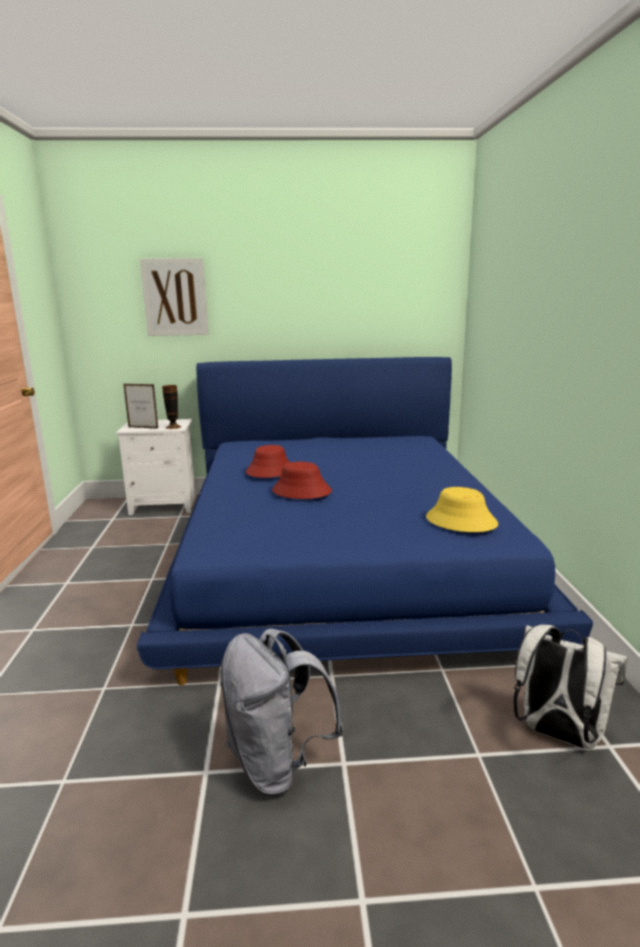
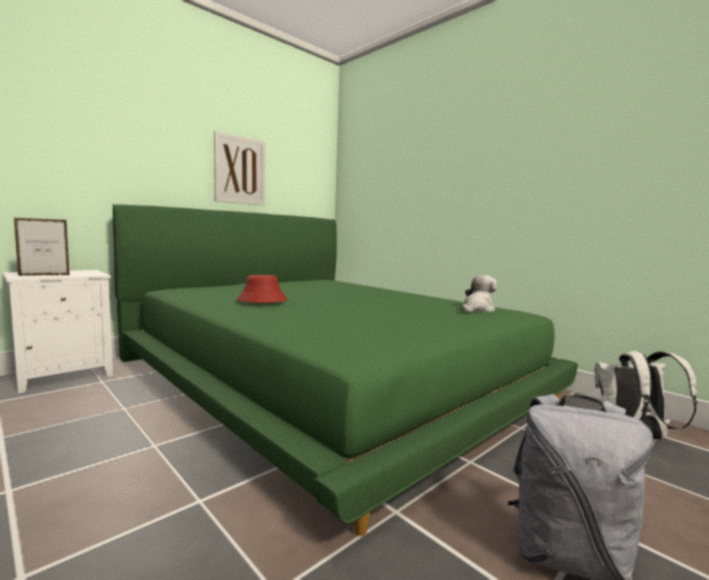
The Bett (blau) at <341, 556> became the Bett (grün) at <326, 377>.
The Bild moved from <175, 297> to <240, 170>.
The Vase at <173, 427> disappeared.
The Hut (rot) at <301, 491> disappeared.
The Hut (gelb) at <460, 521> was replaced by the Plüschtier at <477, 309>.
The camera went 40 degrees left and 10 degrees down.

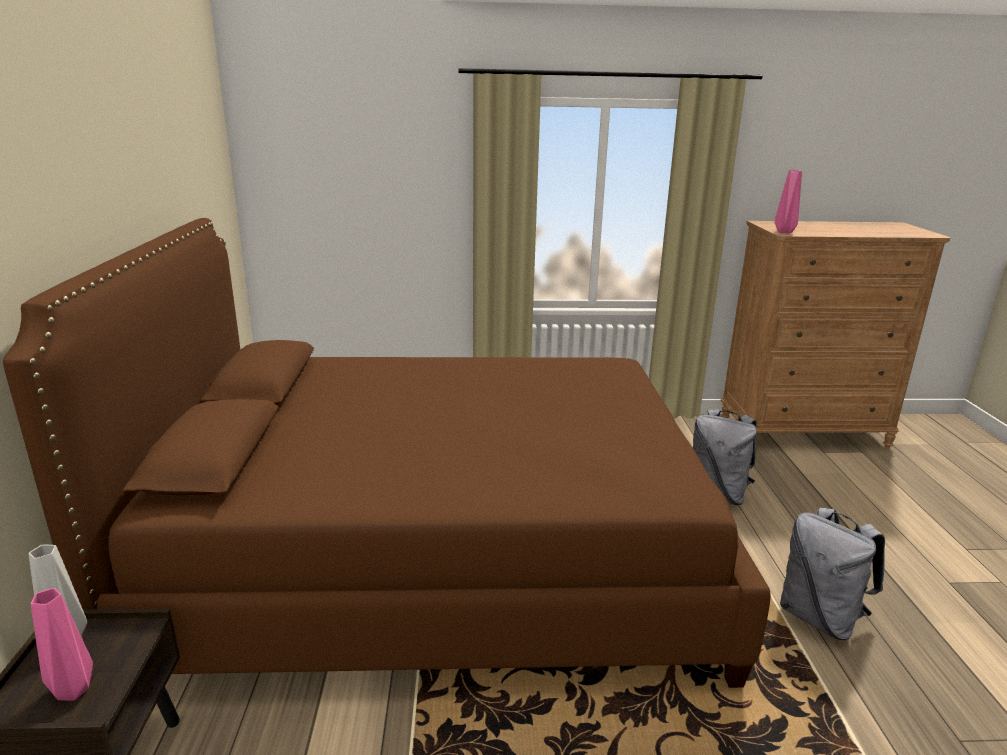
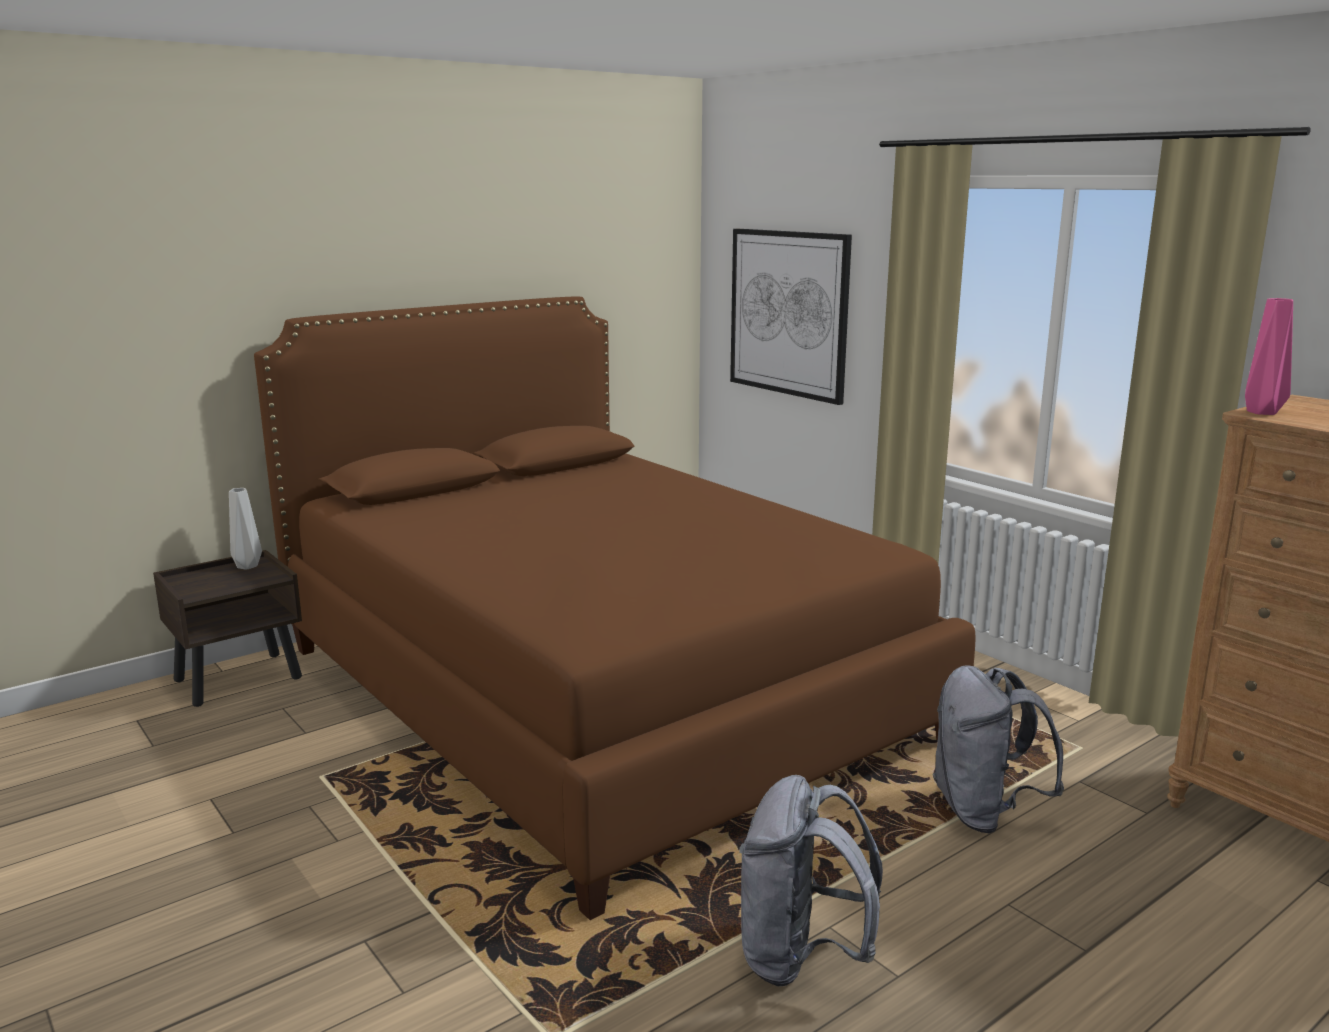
The Vase (rosa) at <74, 691> disappeared.
The Bild at <788, 313> appeared.
The camera went 55 degrees right and 5 degrees down.

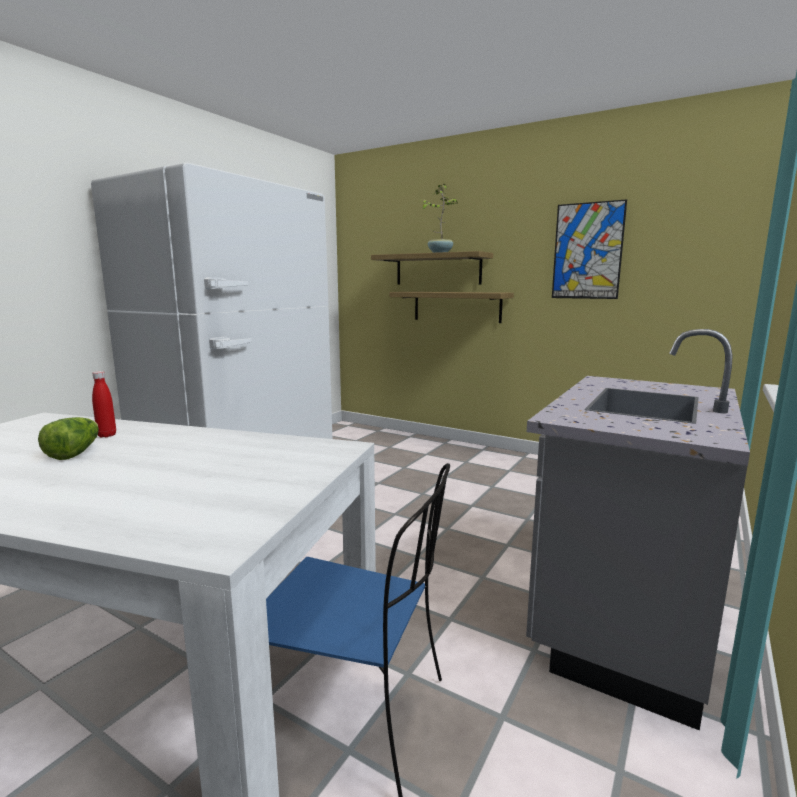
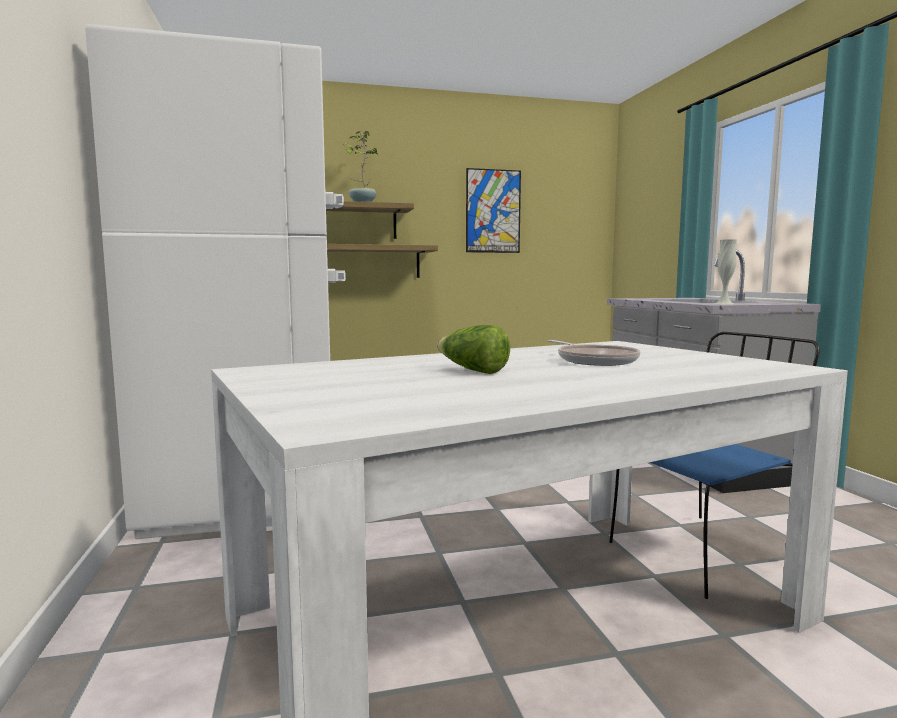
The Flasche (rot) at <107, 435> disappeared.
The Pfanne at <594, 360> appeared.
The Vase (weiß) at <724, 304> appeared.
The camera went 45 degrees left and 5 degrees down.

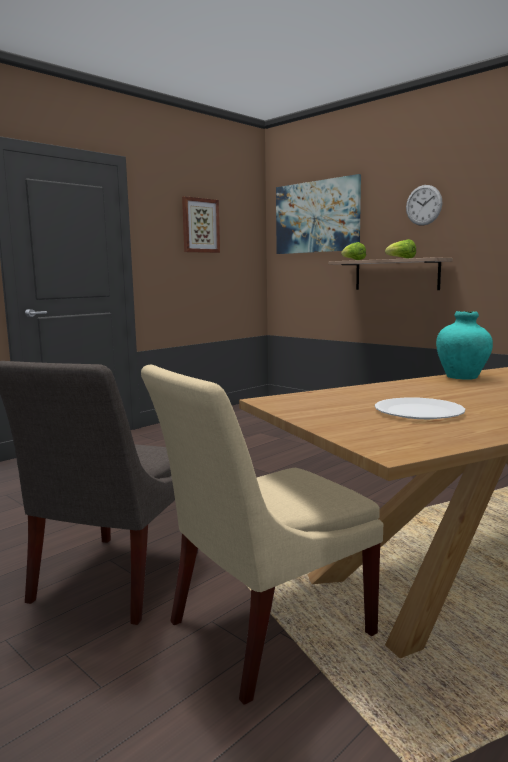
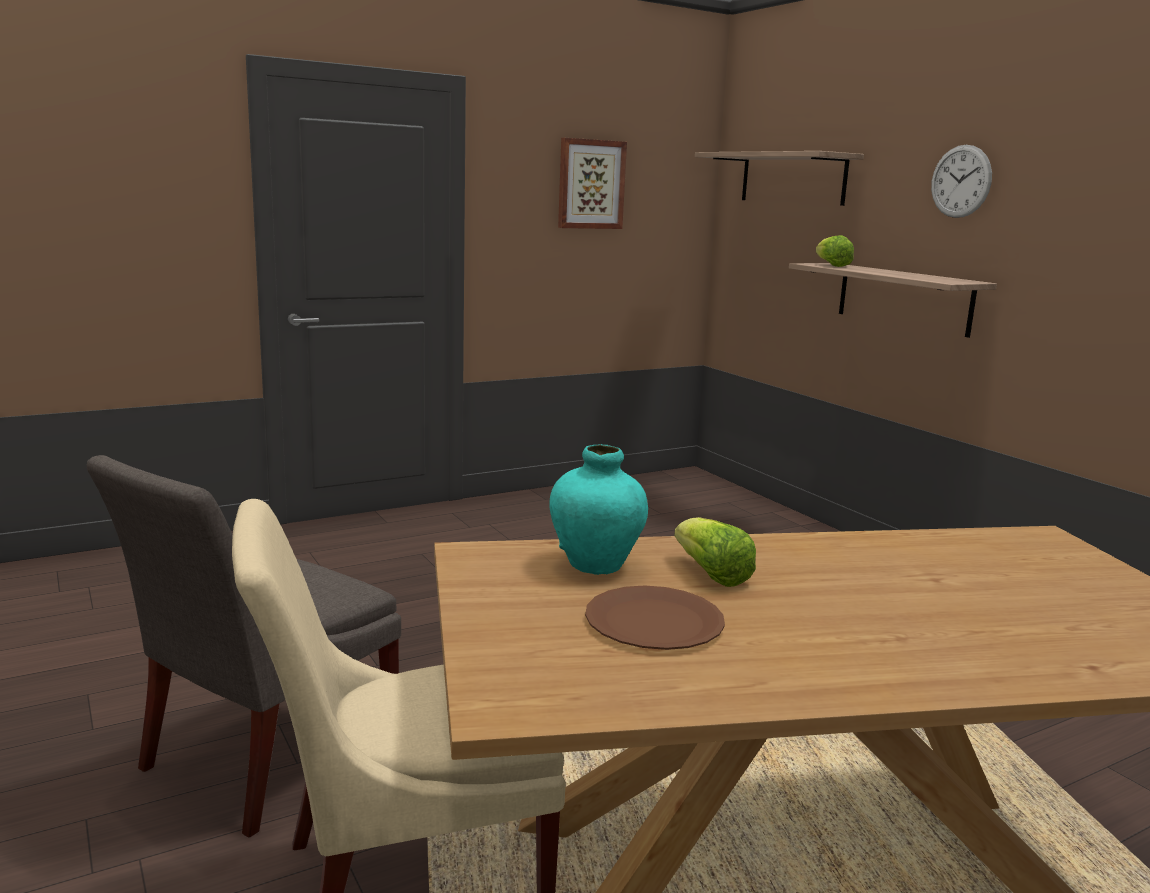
The Bild at <317, 217> was replaced by the Wandregal at <792, 178>.
The Teller (weiß) at <418, 411> became the Teller (braun) at <654, 621>.
The Salatkopf moved from <401, 258> to <711, 574>.
The Vase (türkis) moved from <462, 377> to <595, 565>.
The camera went 15 degrees right and 5 degrees up.

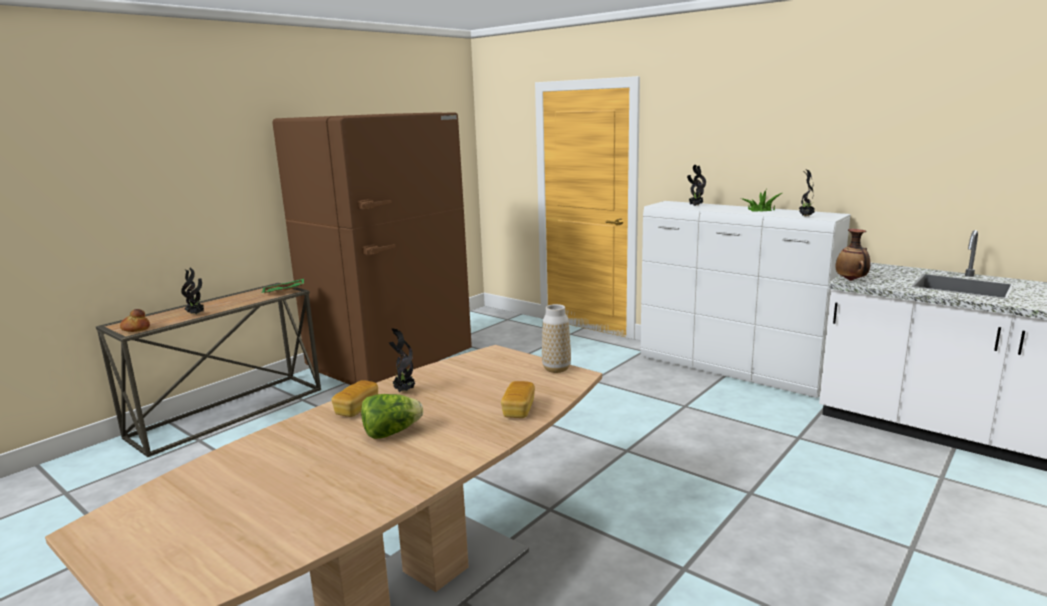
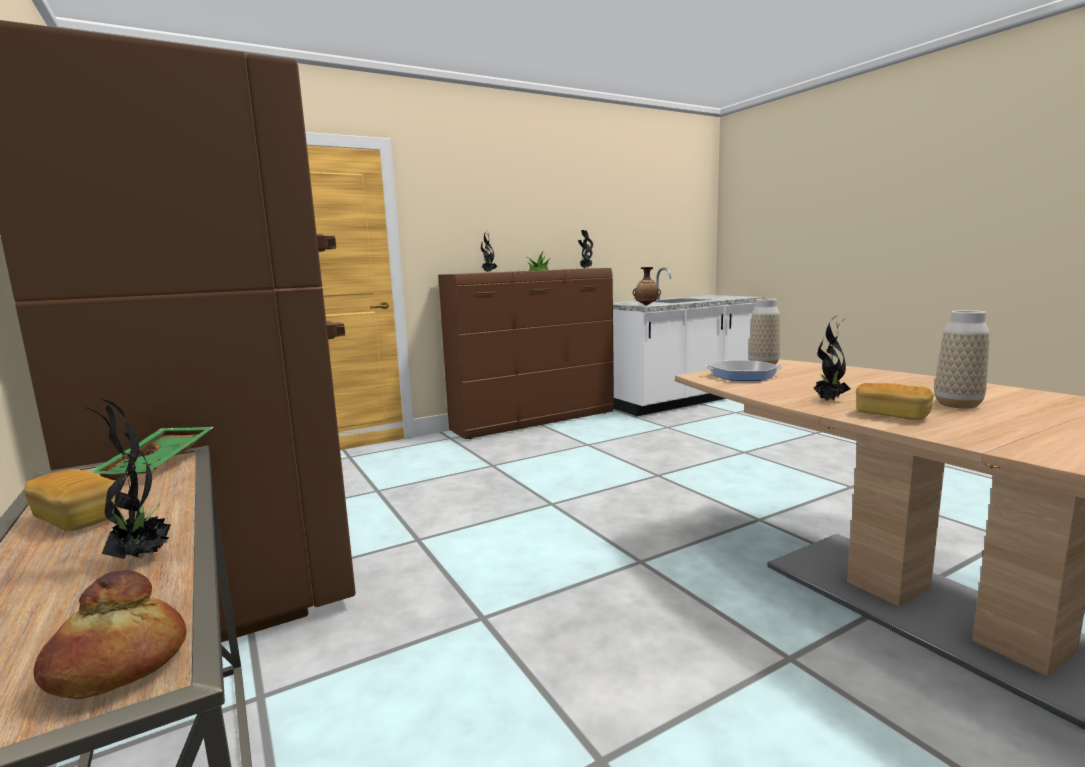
The Salatkopf at <391, 433> was replaced by the Vase at <957, 405>.
The Brot moved from <518, 410> to <77, 519>.
The Kommode (weiß) at <730, 371> became the Kommode (braun) at <536, 422>.
The Pfanne at <743, 376> appeared.
The camera went 70 degrees left and 5 degrees down.

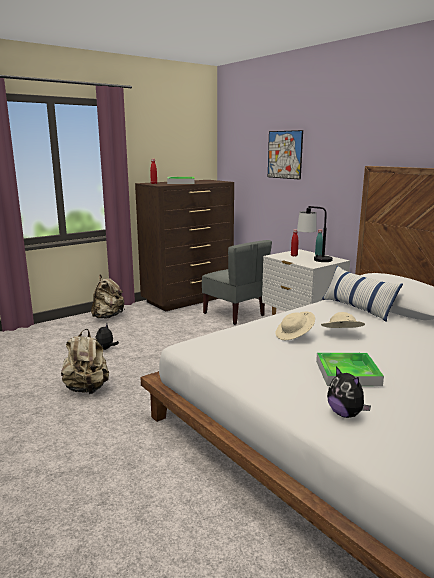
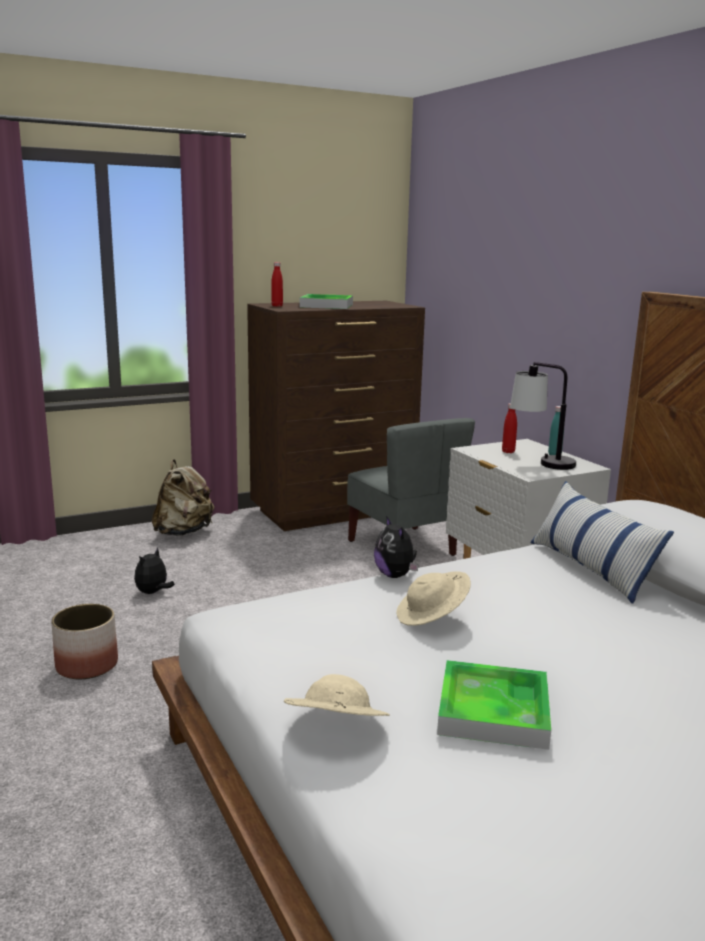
The Rucksack (beige) at <87, 389> was replaced by the Pflanzkübel at <88, 665>.
The Bild at <284, 154> disappeared.
The Hut (beige) moved from <341, 334> to <335, 729>.
The Plüschtier moved from <345, 414> to <395, 575>.
The camera went 10 degrees right and 0 degrees up.

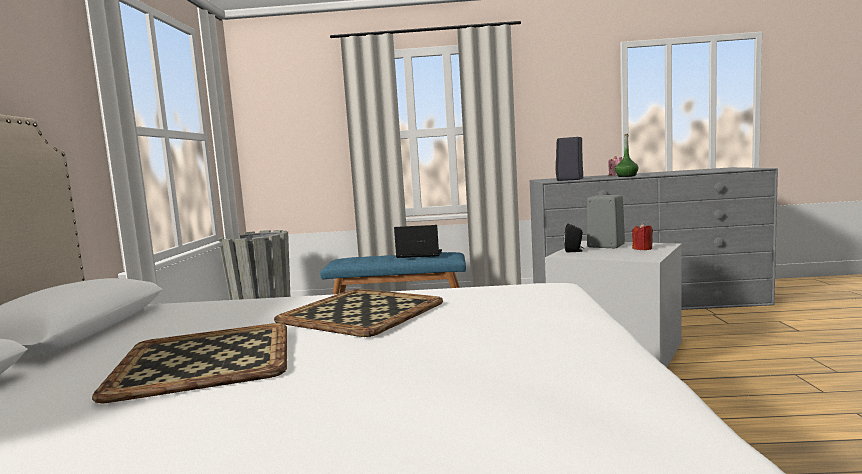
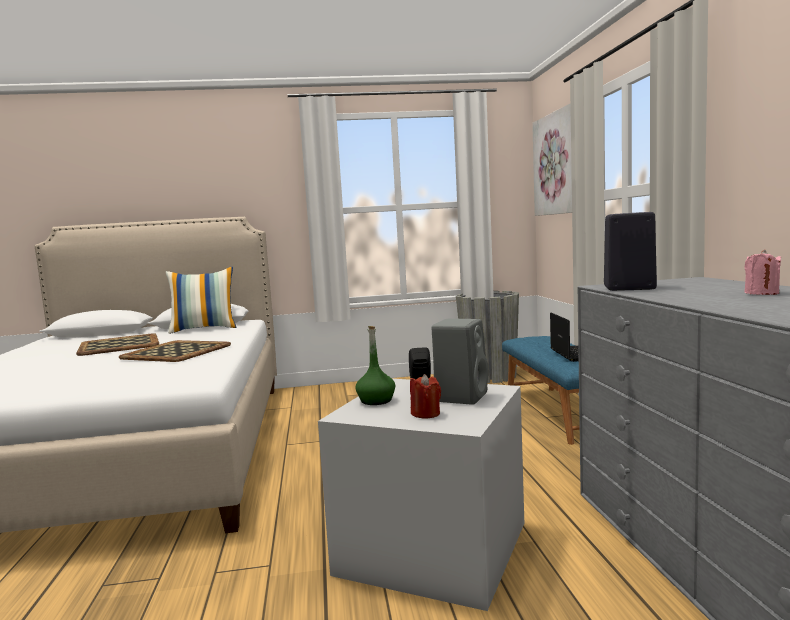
The Flasche (grün) moved from <626, 176> to <376, 401>.
The Kissen at <204, 329> appeared.
The Bild at <557, 164> appeared.
The camera went 80 degrees right and 0 degrees up.

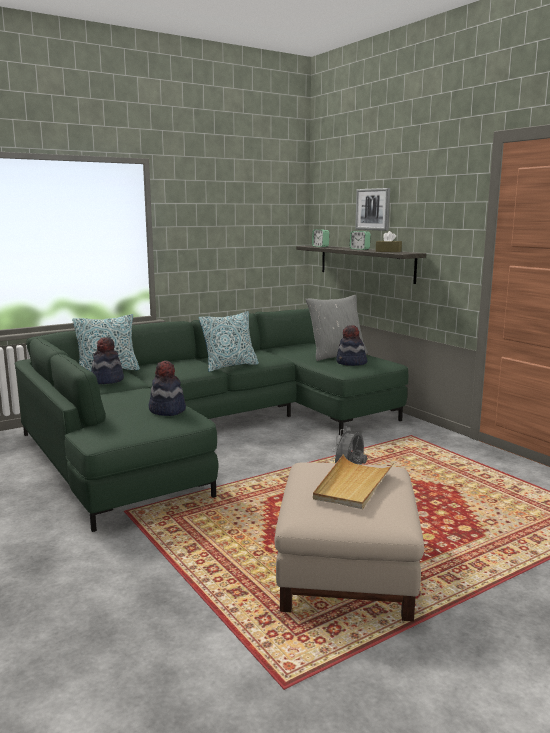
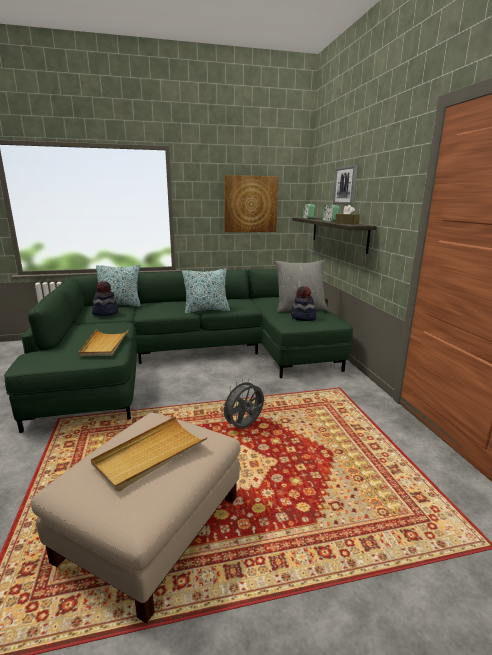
The Hut at <167, 410> was replaced by the Tablett (beige) at <105, 344>.
The Bild at <250, 204> appeared.
The camera went 20 degrees right and 5 degrees up.

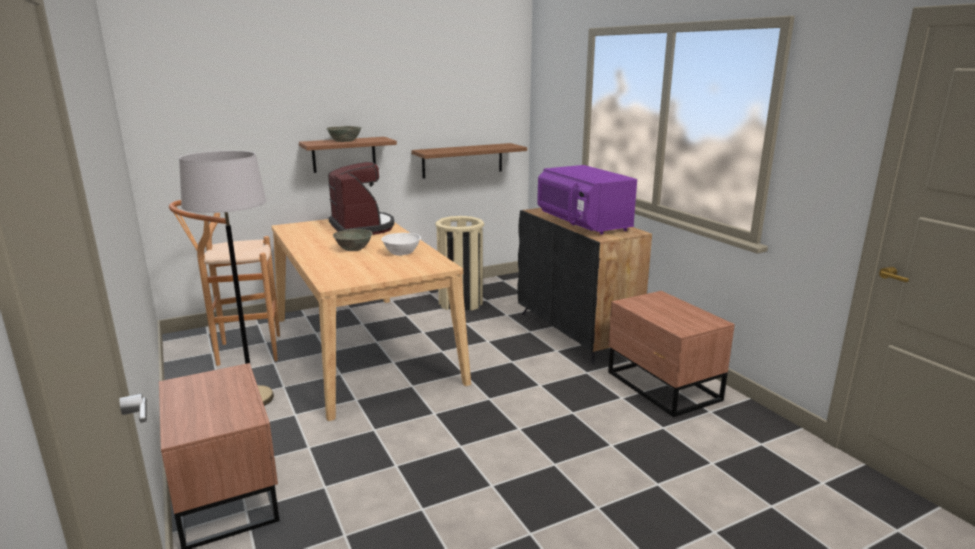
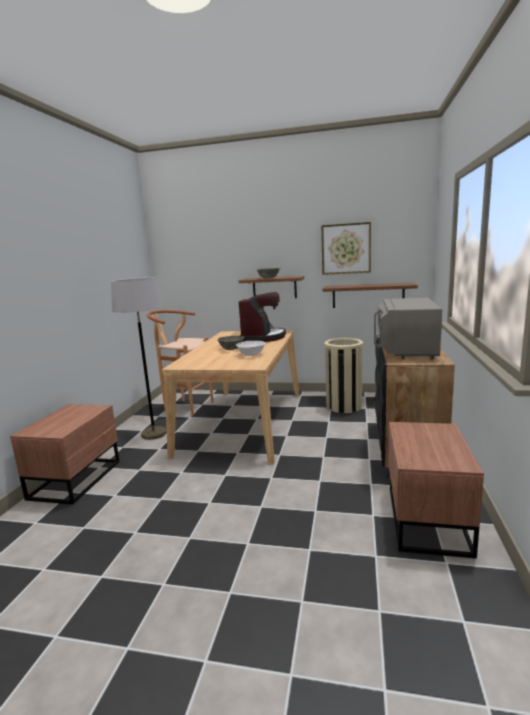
The Mikrowelle (lila) at <583, 224> became the Mikrowelle (grau) at <405, 349>.
The Bild at <346, 248> appeared.
The camera went 40 degrees right and 5 degrees down.

